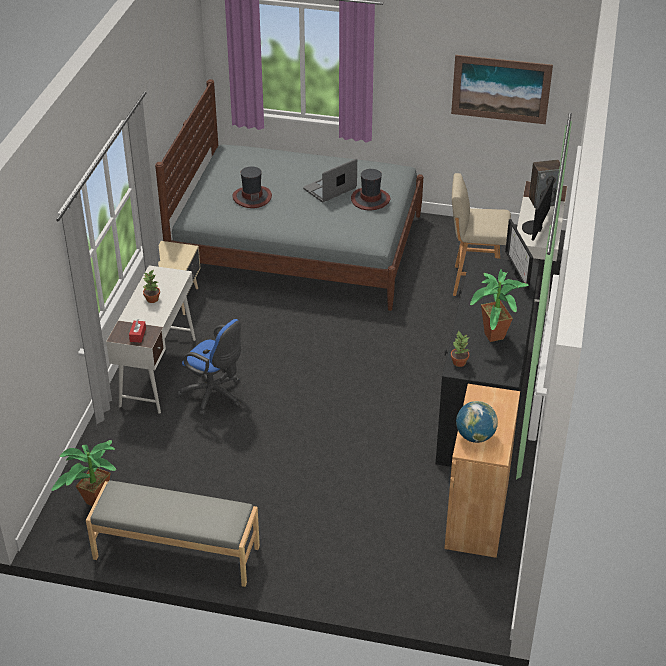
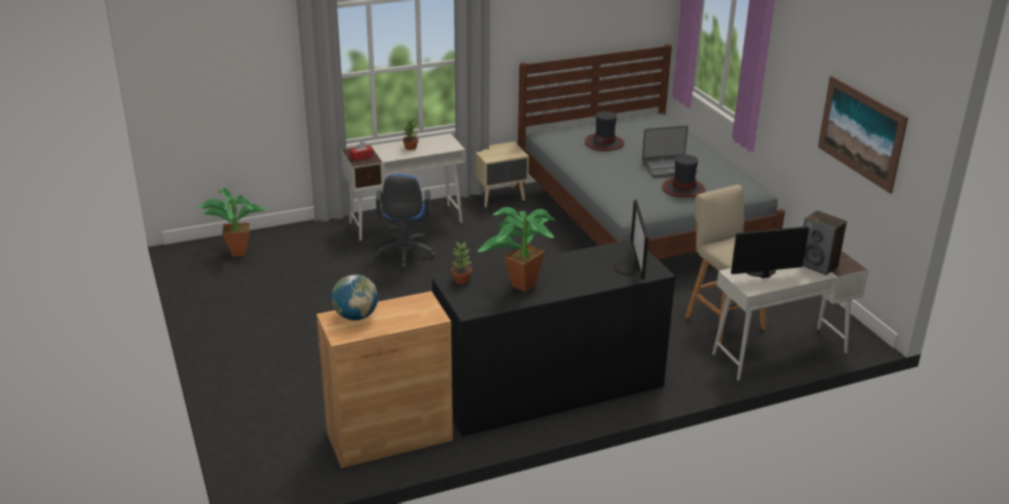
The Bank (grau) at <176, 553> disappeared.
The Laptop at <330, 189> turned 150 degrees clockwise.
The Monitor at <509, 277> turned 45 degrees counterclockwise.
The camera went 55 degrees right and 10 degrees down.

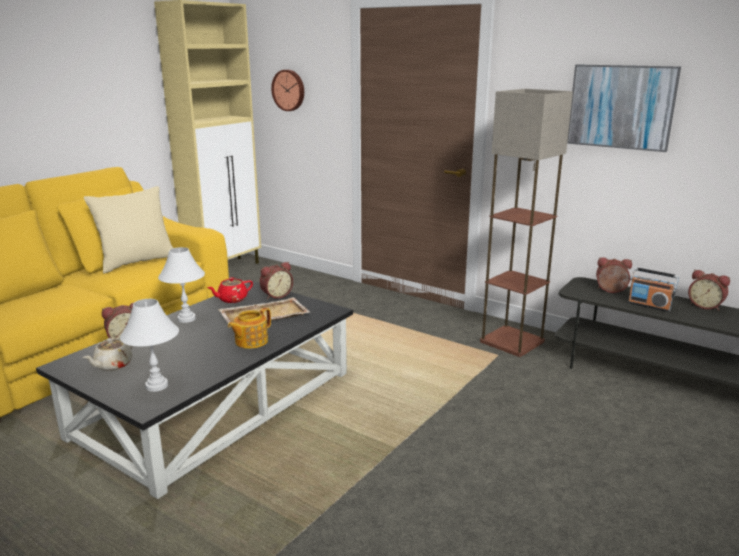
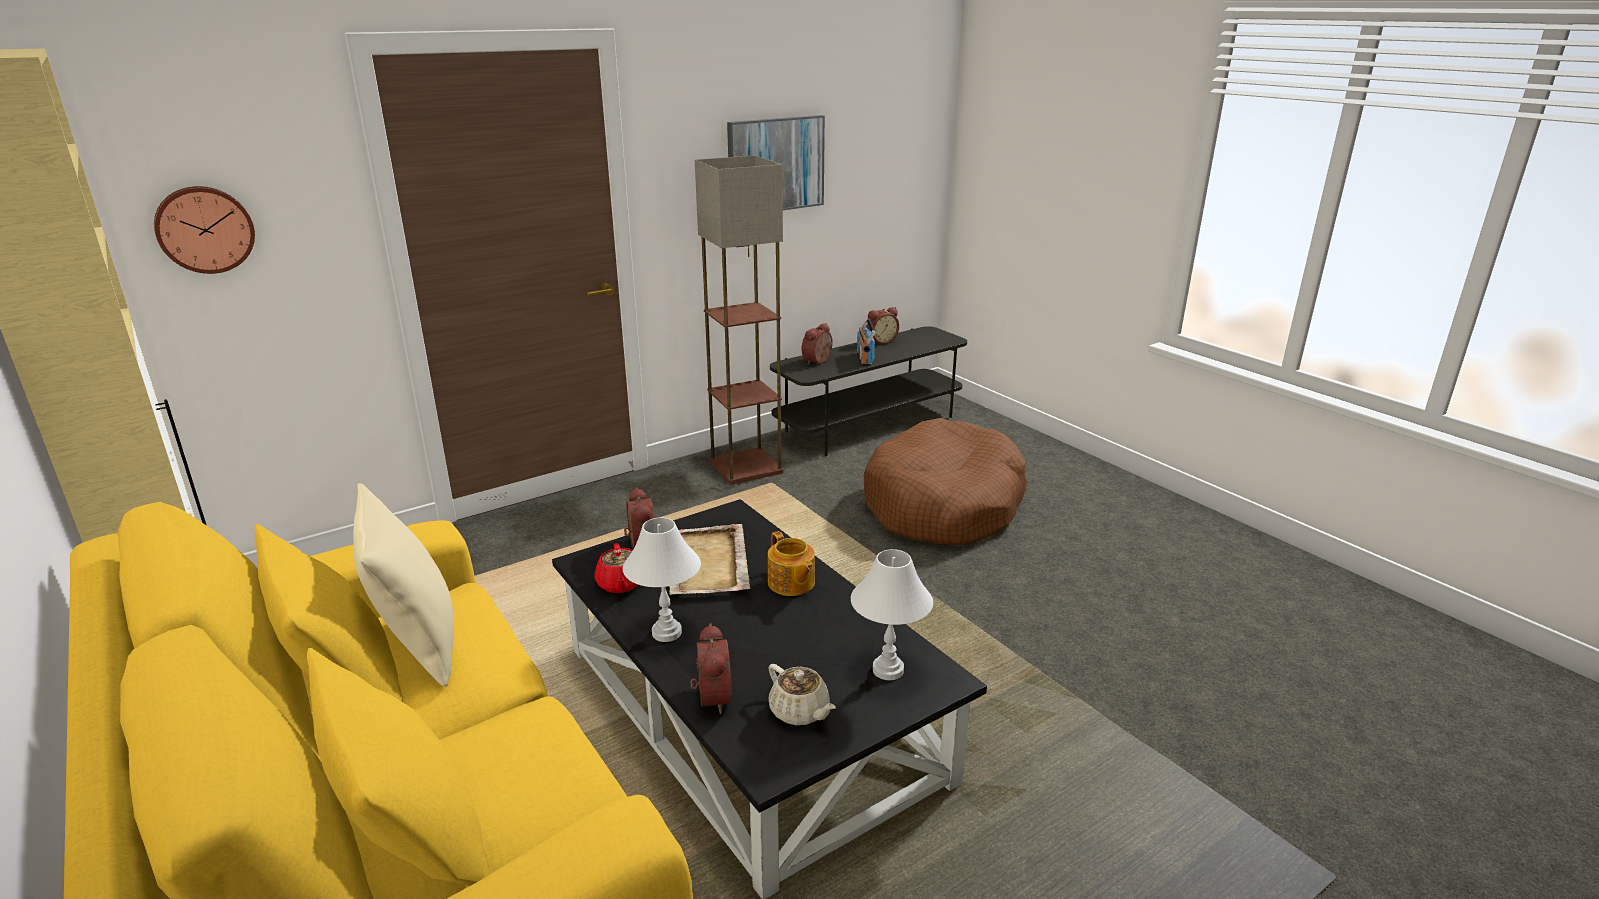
The Radio at <649, 305> turned 120 degrees clockwise.
The Hundebett (braun) at <943, 505> appeared.
The camera went 70 degrees left and 5 degrees up.

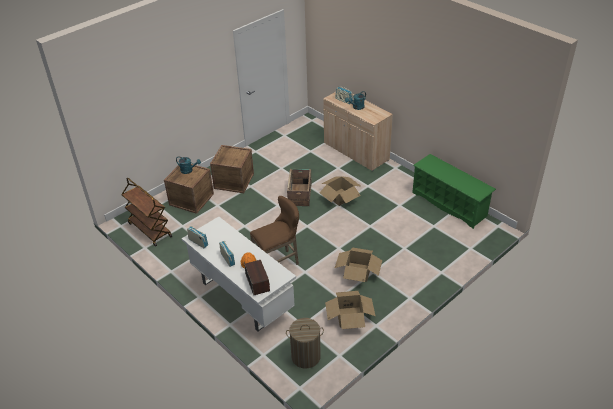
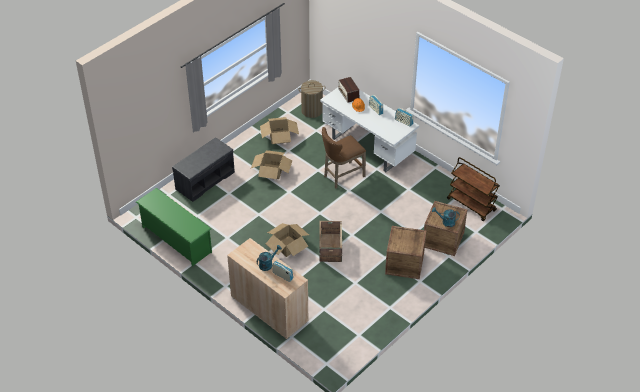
The Bank (grau) at <205, 180> appeared.
The camera went 175 degrees right and 5 degrees up.

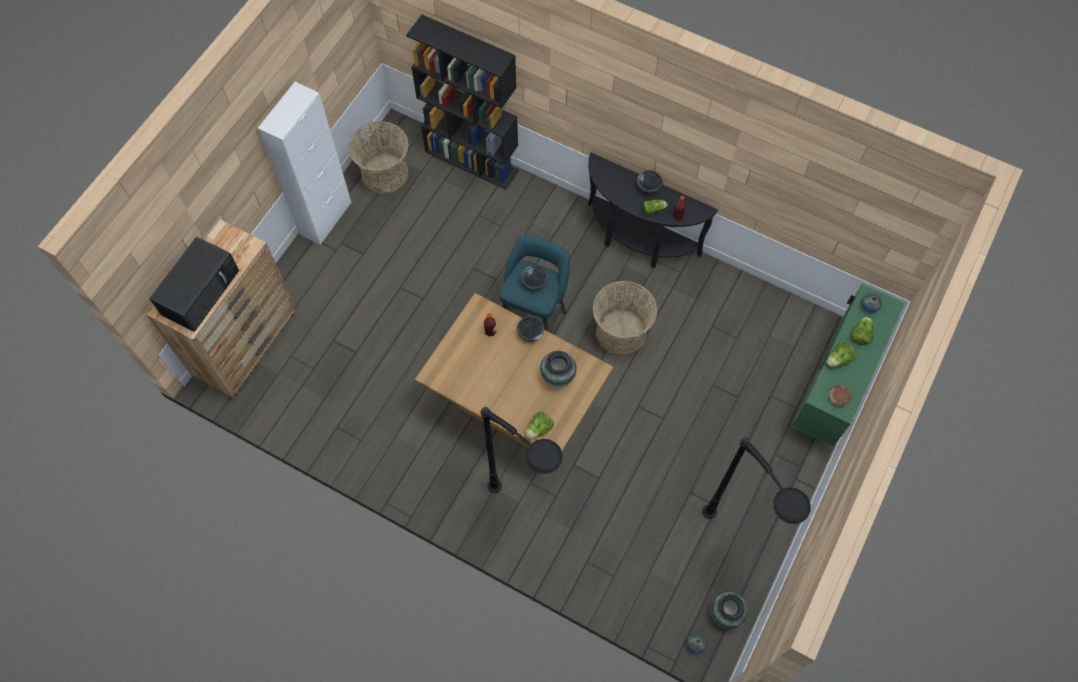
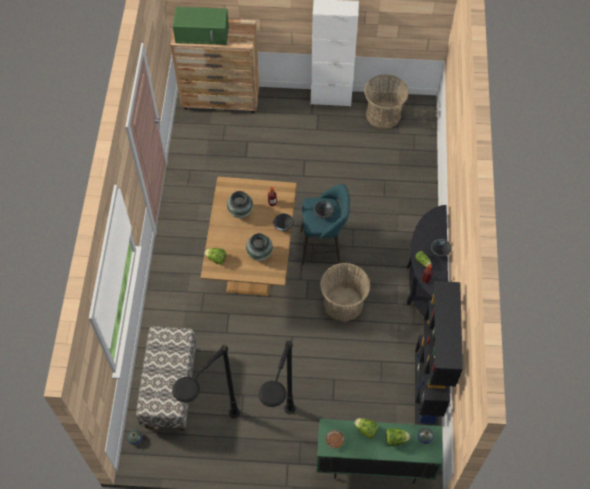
The Mikrowelle (schwarz) at <201, 291> became the Mikrowelle (grün) at <203, 33>.
The Bücherregal (schwarz) moved from <472, 161> to <427, 389>.
The Stehlampe (schwarz) moved from <529, 515> to <280, 442>.
The Vase moved from <726, 613> to <240, 212>.
The Bank at <170, 387> appeared.
The camera went 65 degrees right and 5 degrees down.

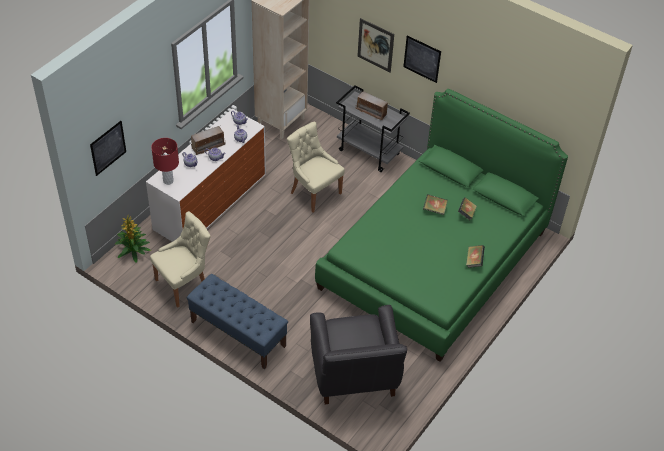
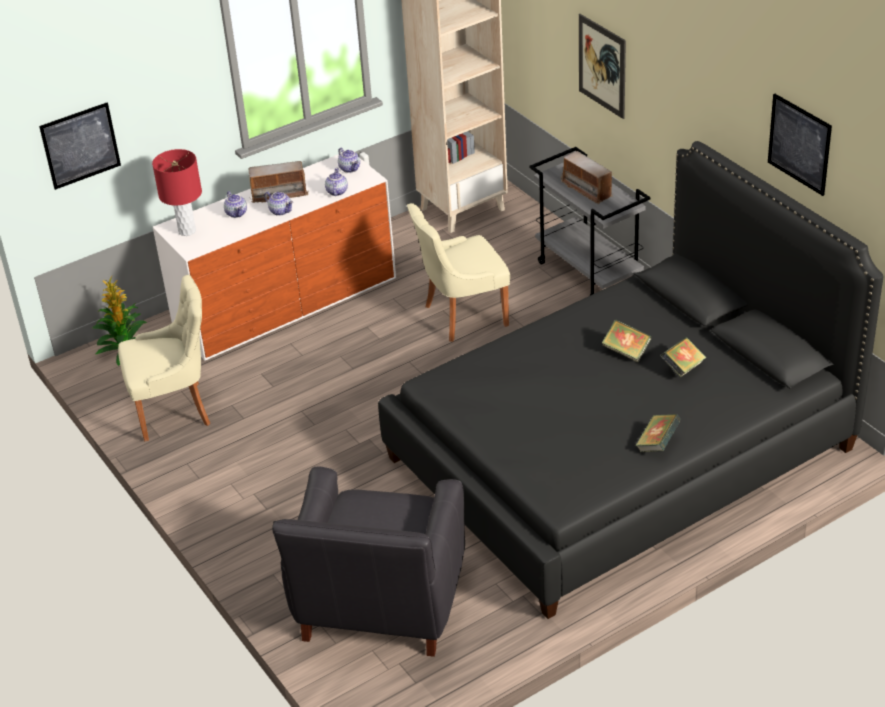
The Bank (blau) at <238, 334> disappeared.
The Stuhl (beige) at <314, 192> turned 90 degrees counterclockwise.
The Bett (grün) at <433, 259> became the Bett (schwarz) at <620, 452>.
The Bild moved from <422, 59> to <799, 144>.
The camera went 25 degrees right and 10 degrees down.

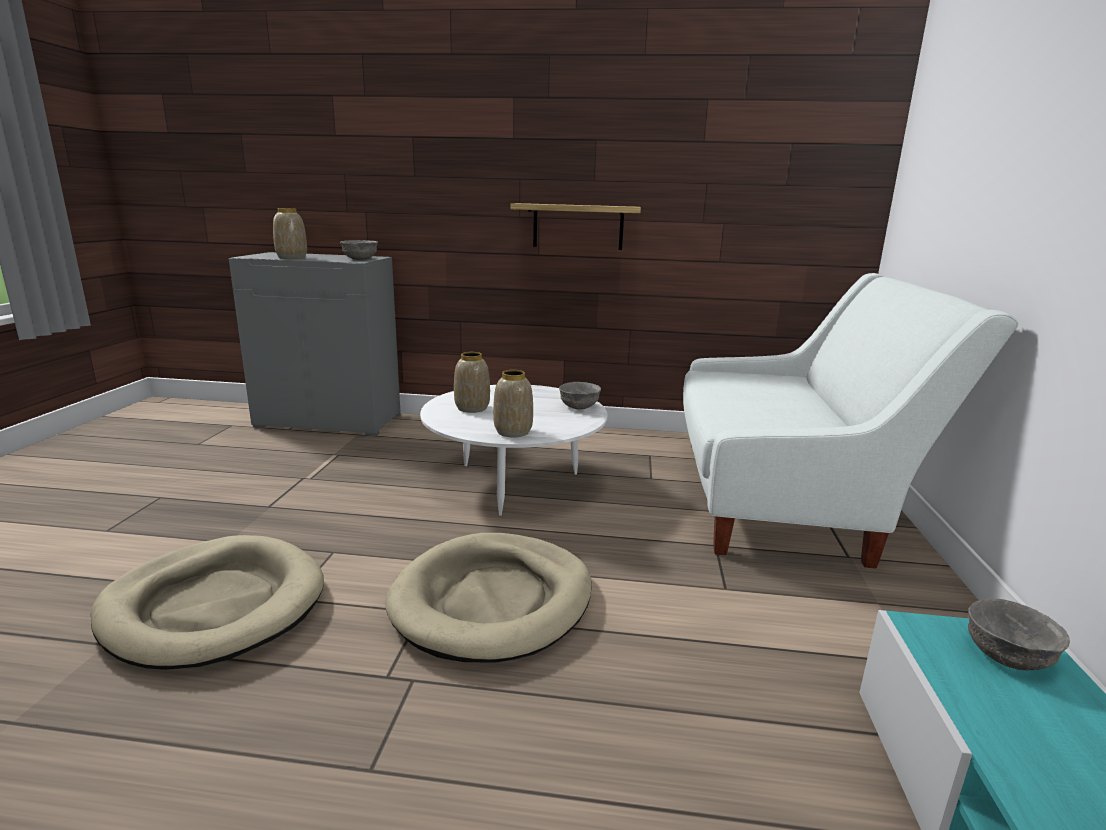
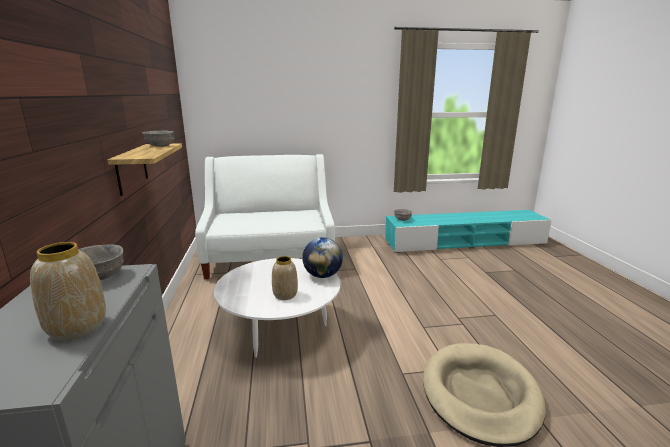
The Hundebett (beige) at <493, 601> disappeared.
The Vase at <513, 432> was replaced by the Globus at <322, 275>.
The Schüssel (grau) moved from <579, 406> to <160, 146>.
The camera went 105 degrees left and 0 degrees up.

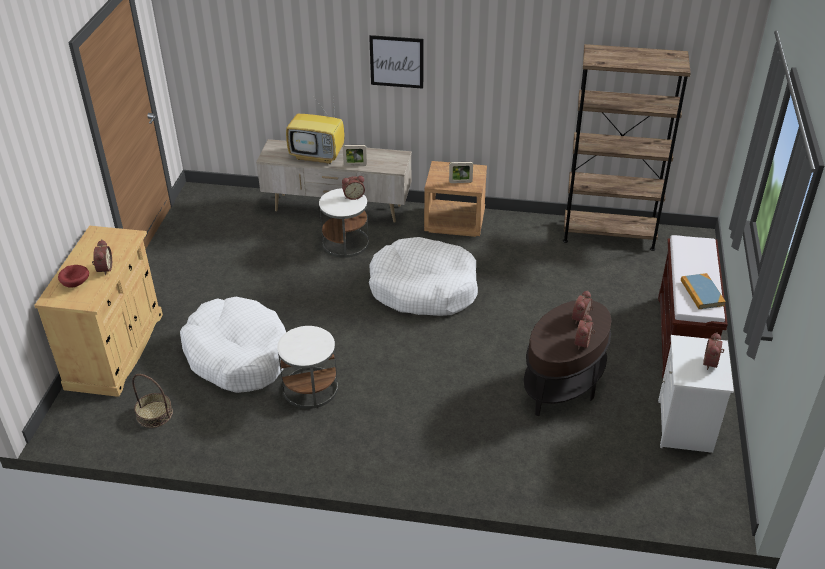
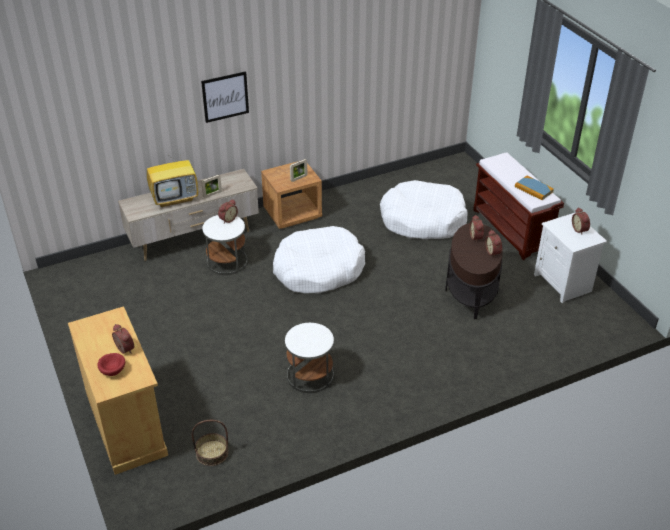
The Hundebett (weiß) moved from <238, 355> to <422, 220>.
The Bücherregal (braun) at <609, 234> disappeared.
The camera went 35 degrees left and 0 degrees up.

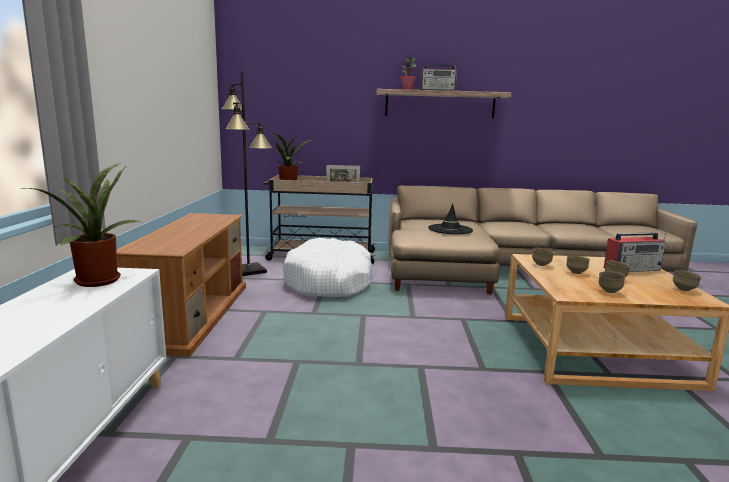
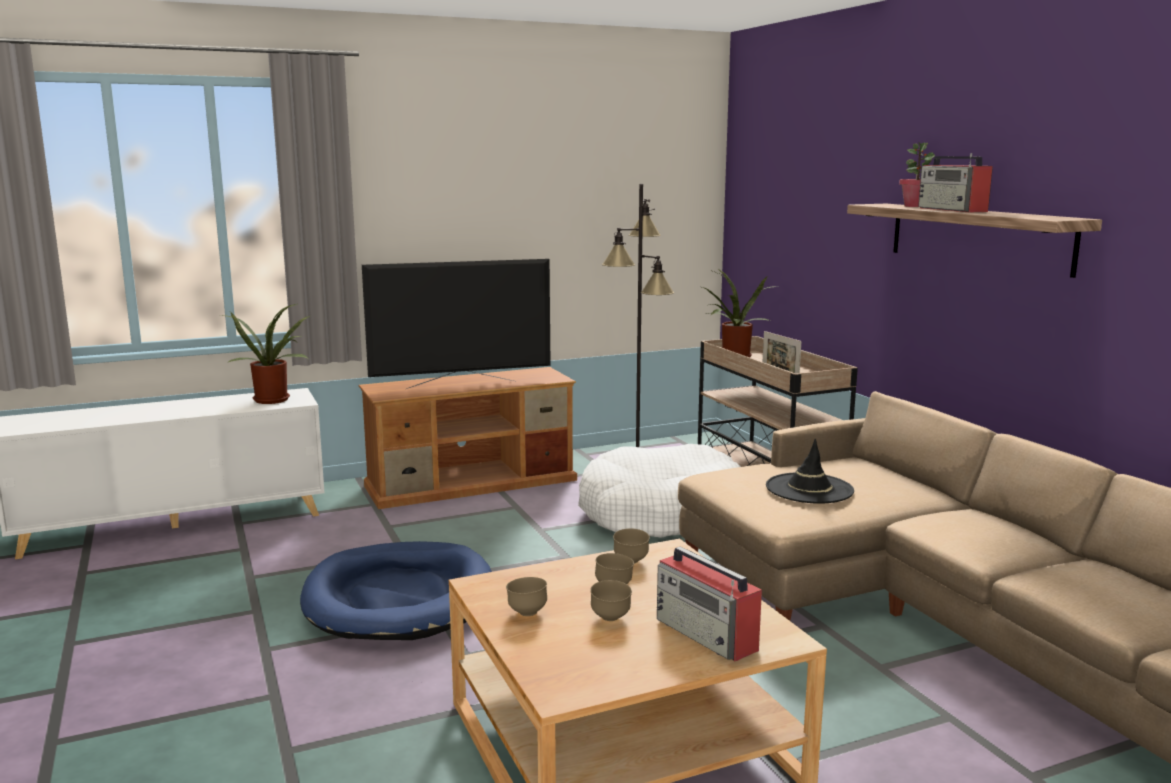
The Schüssel (braun) at <684, 290> disappeared.
The Hundebett (blau) at <399, 598> appeared.
The Fernseher at <461, 384> appeared.
The camera went 65 degrees right and 0 degrees up.

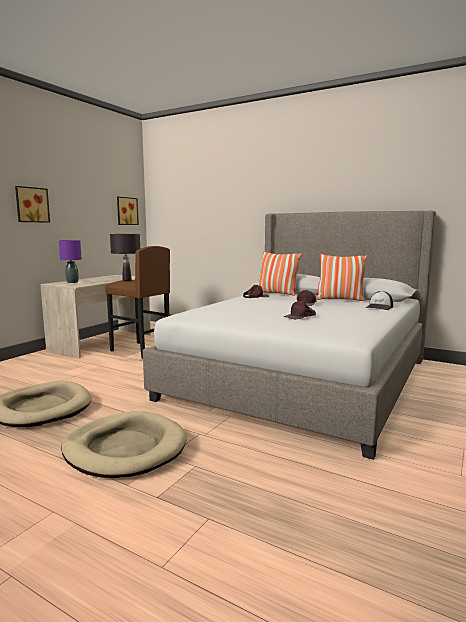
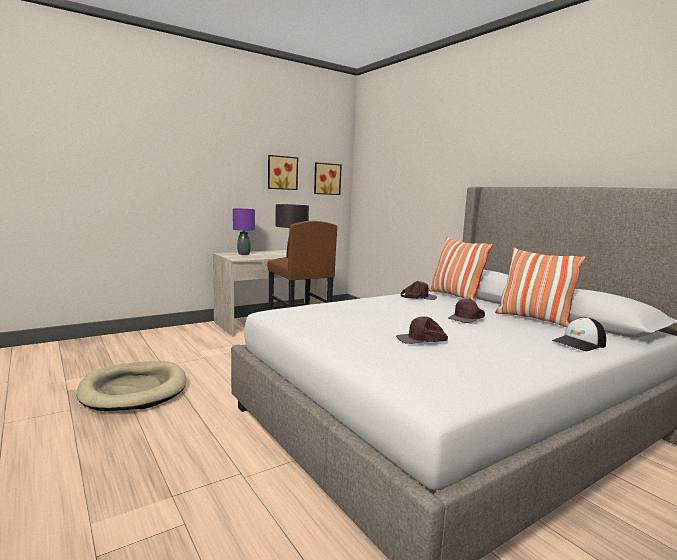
The Bild moved from <31, 205> to <282, 173>.
The Hundebett (beige) at <125, 448> disappeared.
The camera went 25 degrees right and 0 degrees up.

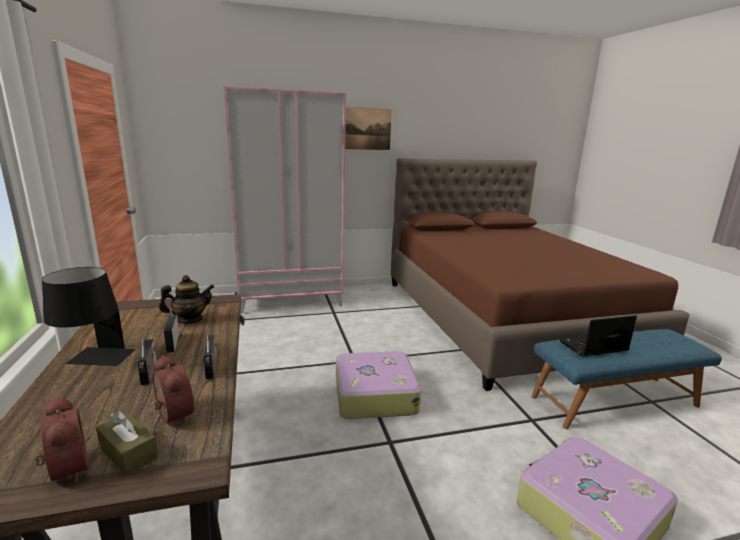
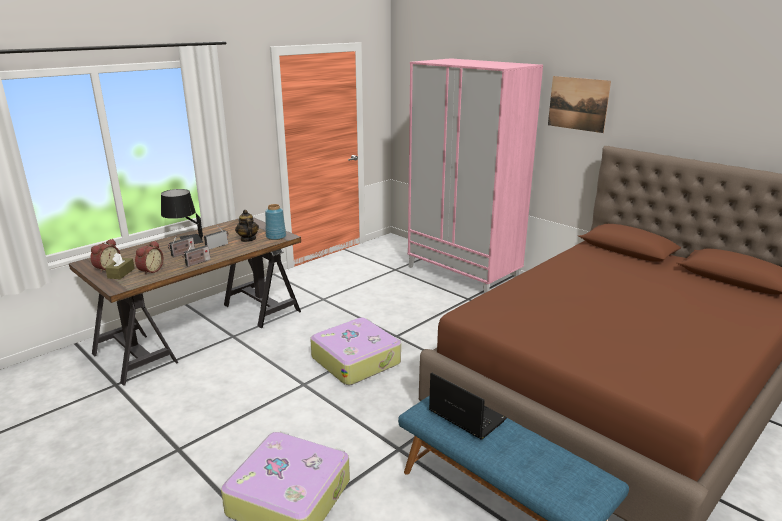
The Teekanne at <190, 320> turned 150 degrees counterclockwise.
The Vase (blau) at <276, 237> appeared.
The camera went 60 degrees right and 5 degrees up.

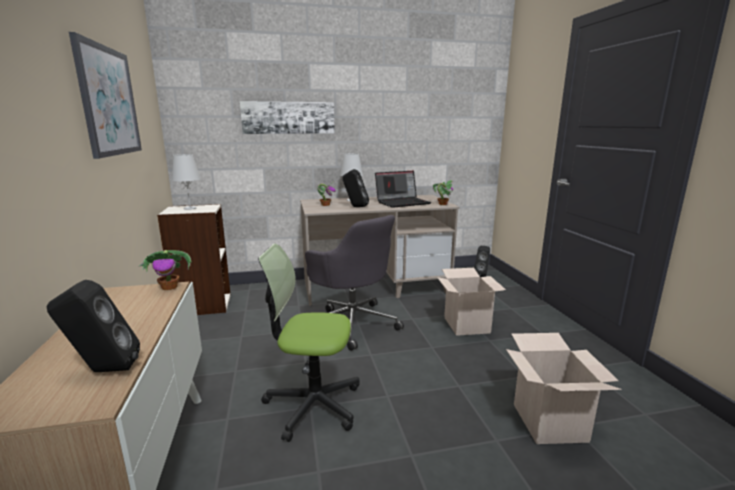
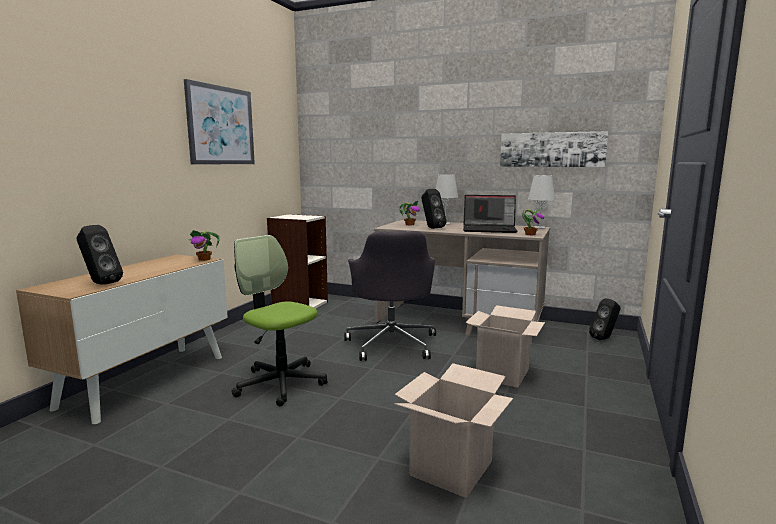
The Tischlampe (weiß) moved from <190, 208> to <539, 228>.
The Bild moved from <288, 117> to <551, 149>.
The camera went 35 degrees right and 5 degrees down.

